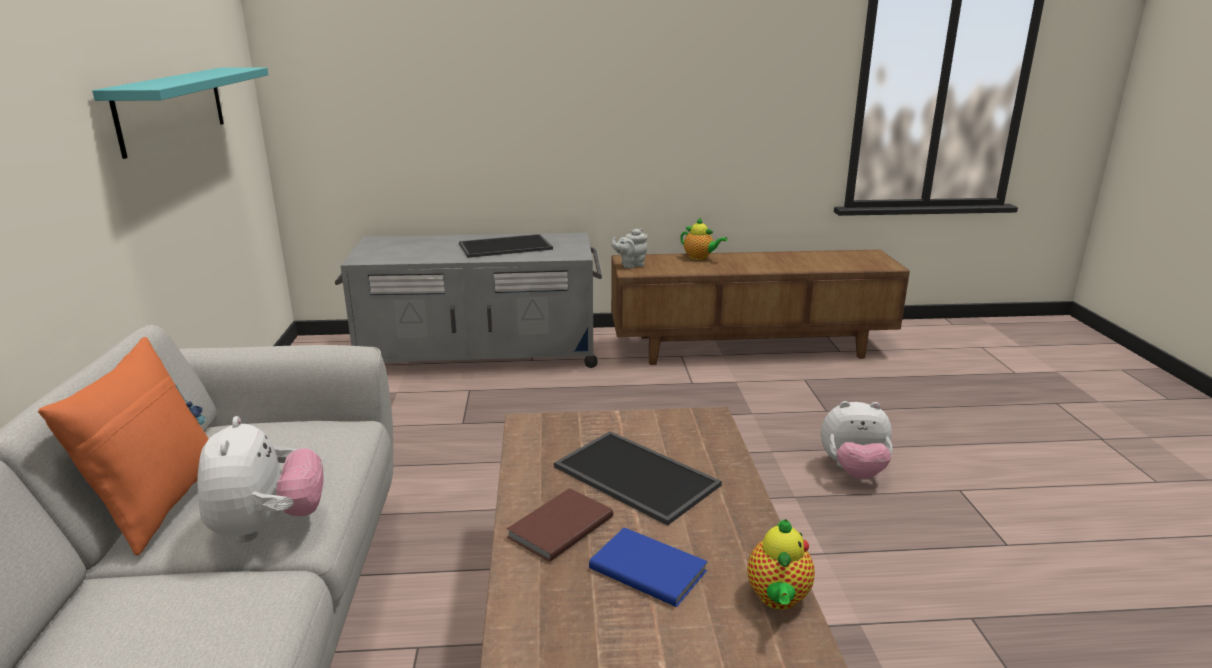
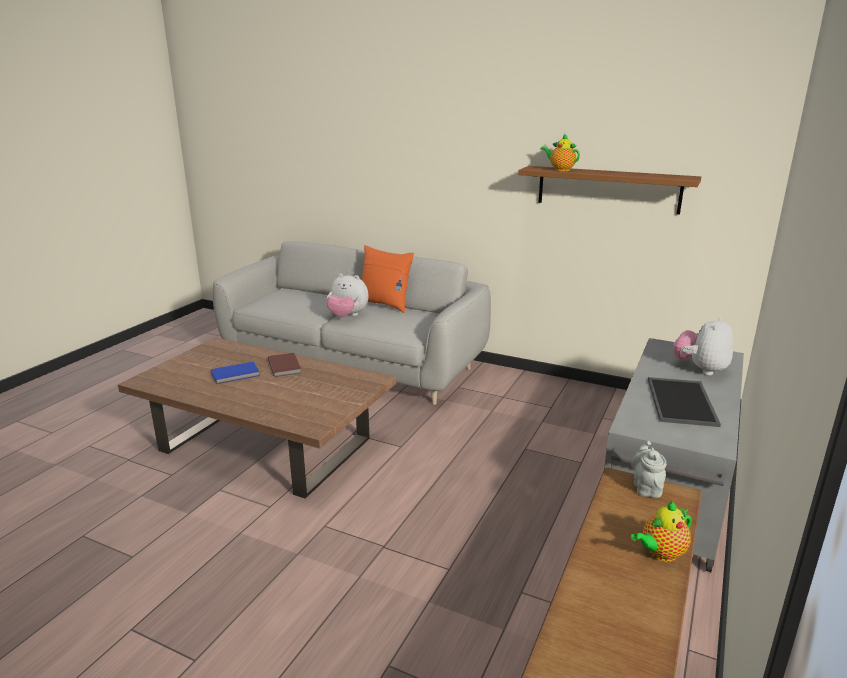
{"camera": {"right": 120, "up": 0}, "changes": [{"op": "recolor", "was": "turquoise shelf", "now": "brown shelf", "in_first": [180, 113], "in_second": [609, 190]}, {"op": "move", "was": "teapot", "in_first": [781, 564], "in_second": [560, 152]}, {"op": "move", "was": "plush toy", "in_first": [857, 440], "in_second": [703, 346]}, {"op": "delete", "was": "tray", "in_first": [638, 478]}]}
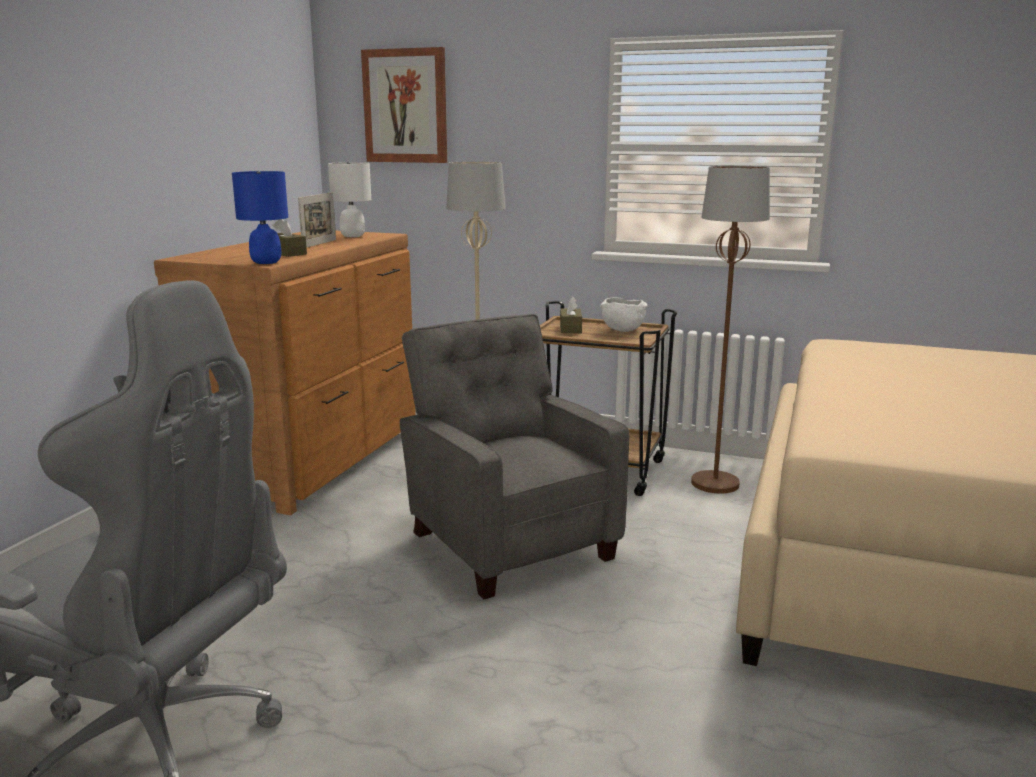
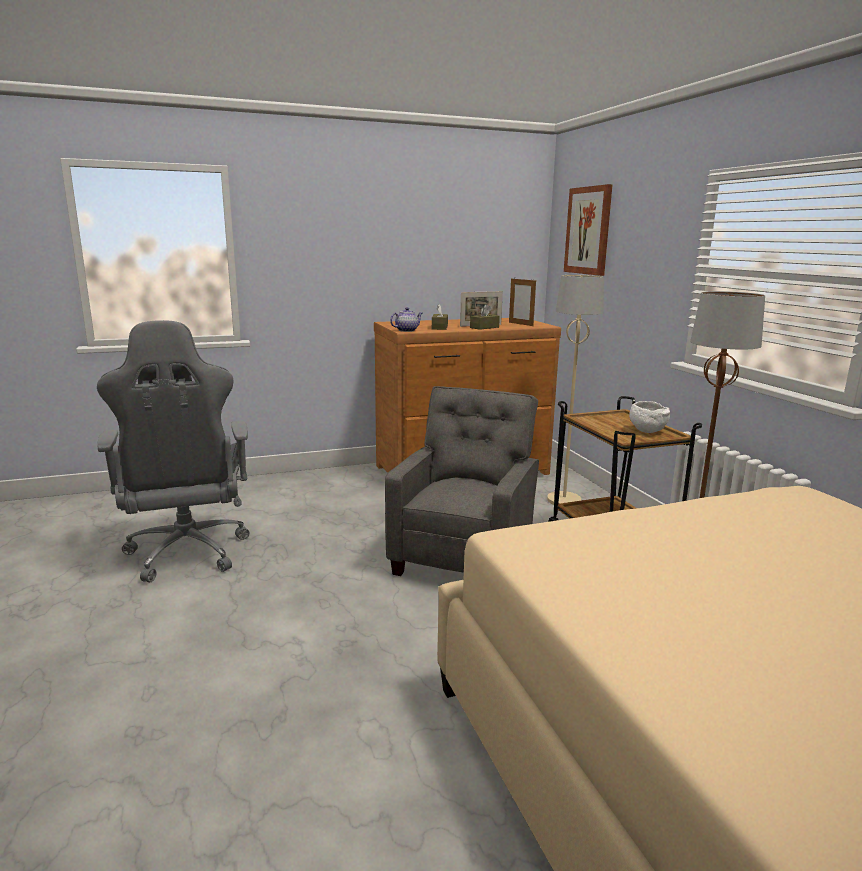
{"camera": {"right": 50, "up": 0}, "changes": [{"op": "replace", "was": "blue table lamp", "now": "teapot", "in_first": [260, 217], "in_second": [406, 319]}, {"op": "move", "was": "brown tissue box", "in_first": [571, 315], "in_second": [485, 317]}, {"op": "replace", "was": "white table lamp", "now": "picture frame", "in_first": [349, 199], "in_second": [522, 301]}]}
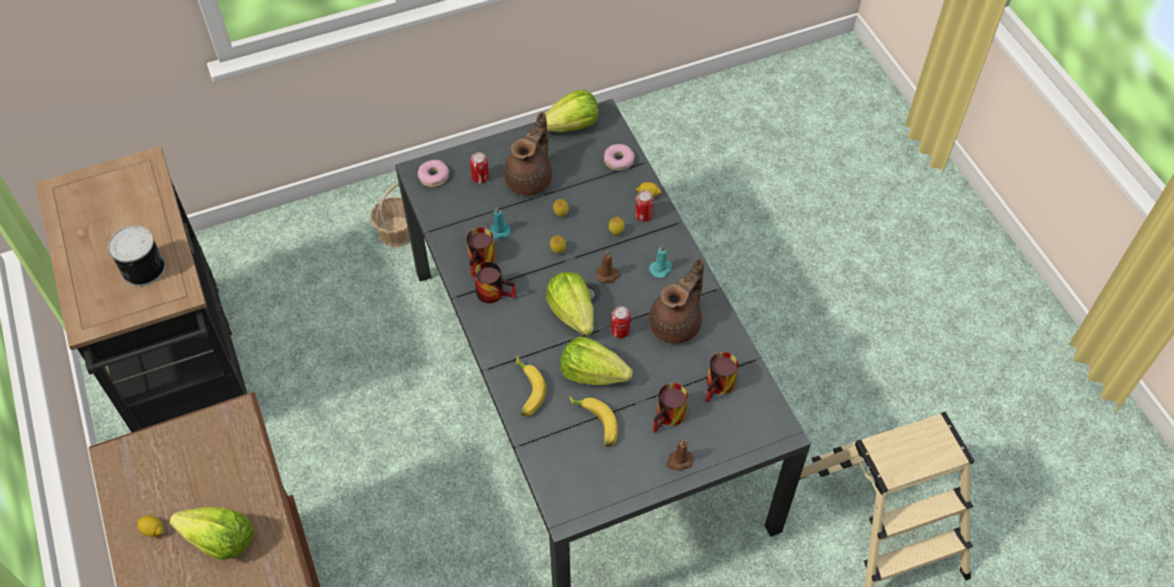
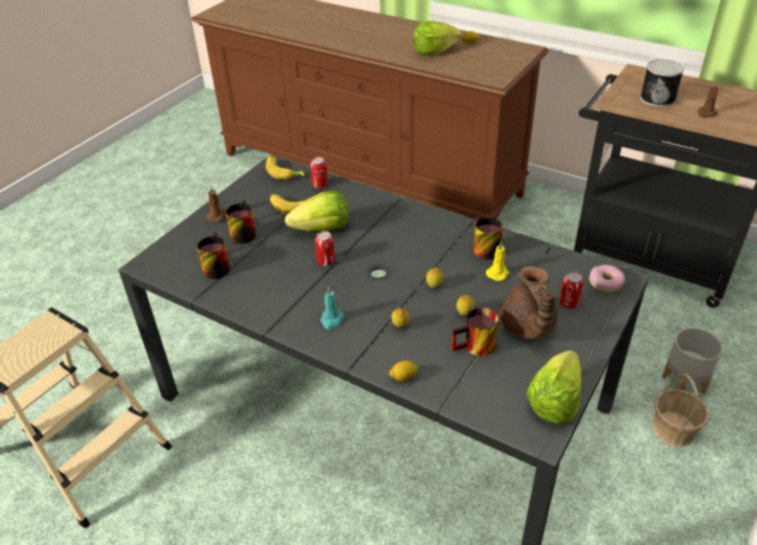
{"camera": {"right": 145, "up": -15}, "changes": [{"op": "move", "was": "banana", "in_first": [531, 386], "in_second": [285, 167]}, {"op": "move", "was": "can", "in_first": [644, 206], "in_second": [319, 172]}, {"op": "move", "was": "mug", "in_first": [495, 282], "in_second": [474, 331]}, {"op": "recolor", "was": "turquoise candle", "now": "yellow candle", "in_first": [500, 223], "in_second": [497, 261]}, {"op": "insert", "now": "grey planter", "in_second": [692, 361]}, {"op": "move", "was": "brown candle", "in_first": [608, 267], "in_second": [707, 99]}, {"op": "delete", "was": "lettuce", "in_first": [570, 304]}, {"op": "delete", "was": "donut", "in_first": [619, 157]}, {"op": "delete", "was": "brown teapot", "in_first": [676, 301]}]}
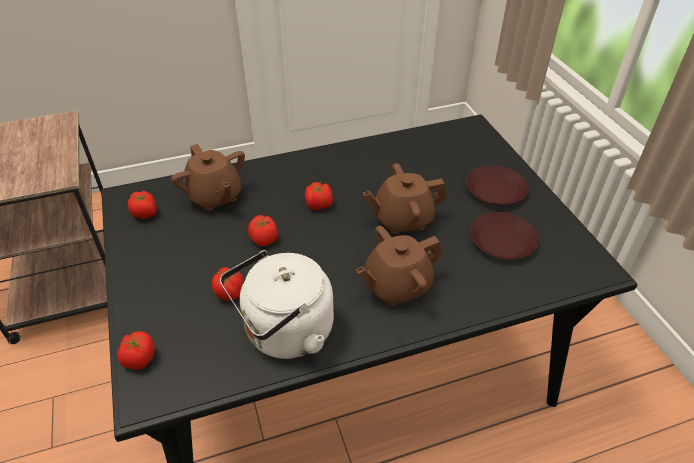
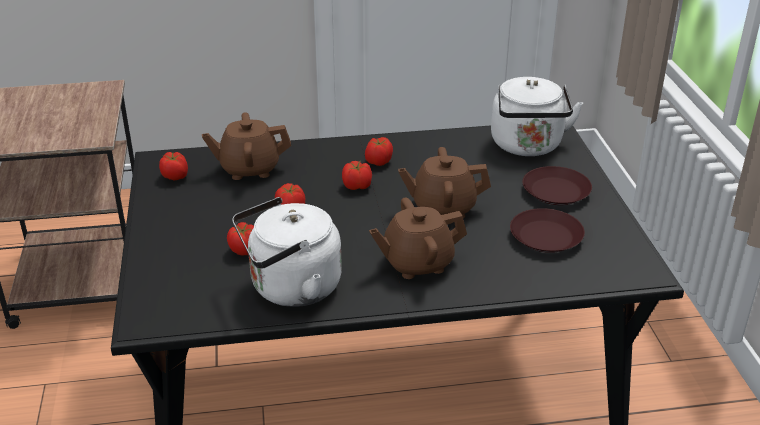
{"camera": {"right": 10, "up": -10}, "changes": [{"op": "rotate", "was": "brown teapot", "in_first": [208, 177], "in_second": [246, 146], "clockwise": 105}, {"op": "move", "was": "tomato", "in_first": [136, 350], "in_second": [379, 151]}, {"op": "insert", "now": "white kettle", "in_second": [537, 116]}]}
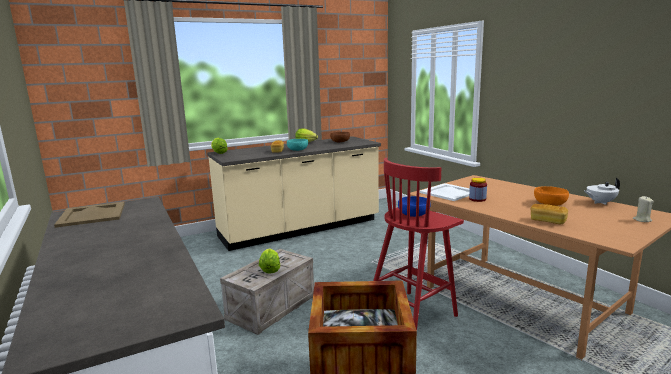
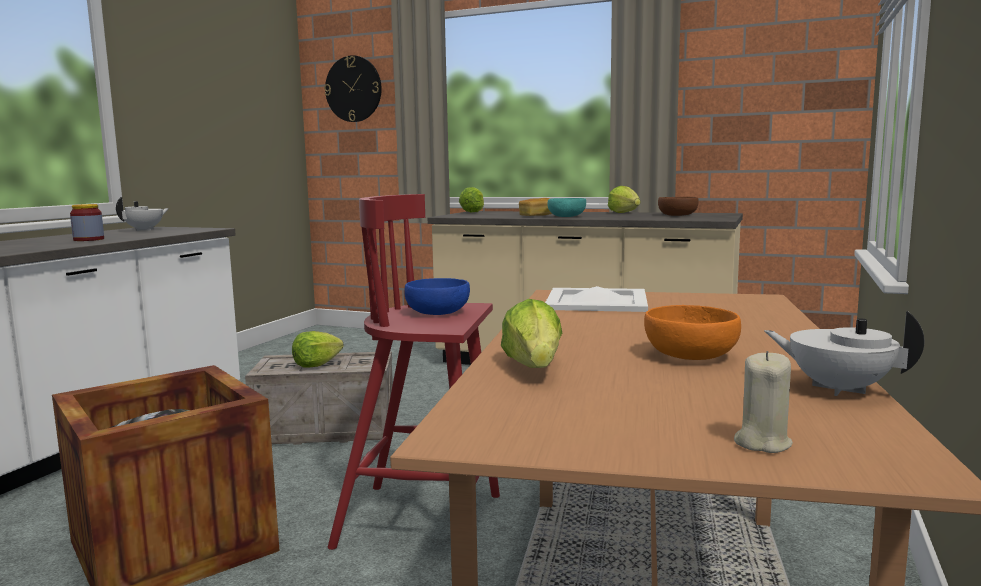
{"camera": {"right": 50, "up": -5}, "changes": [{"op": "move", "was": "jar", "in_first": [478, 190], "in_second": [87, 222]}, {"op": "replace", "was": "beige tray", "now": "white teapot", "in_first": [89, 215], "in_second": [142, 214]}, {"op": "insert", "now": "wall clock", "in_second": [353, 88]}, {"op": "replace", "was": "bread", "now": "lettuce", "in_first": [549, 214], "in_second": [531, 333]}]}
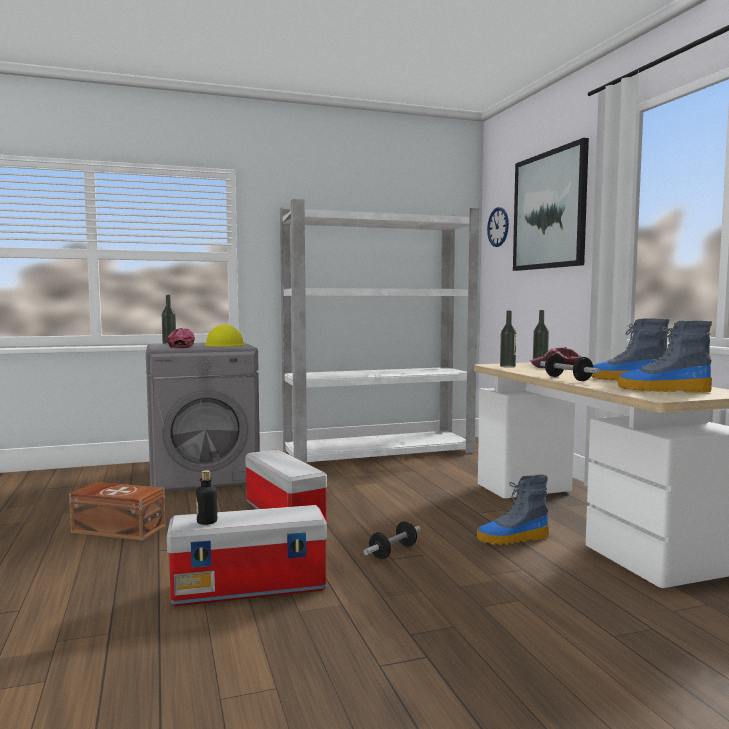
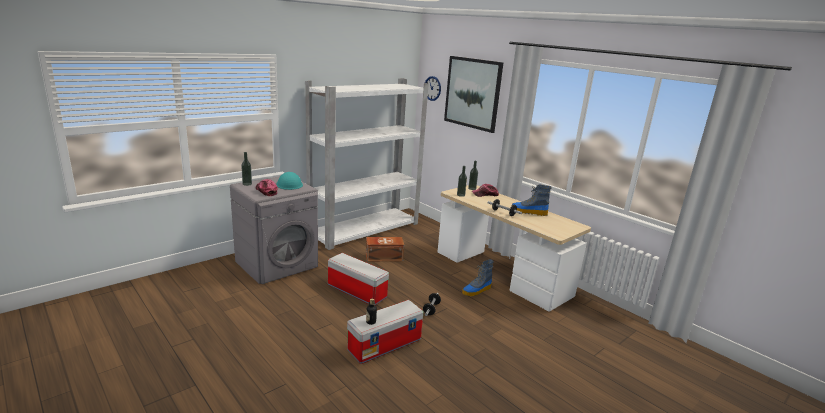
{"camera": {"right": -25, "up": 15}, "changes": [{"op": "recolor", "was": "yellow hard hat", "now": "turquoise hard hat", "in_first": [224, 335], "in_second": [289, 181]}, {"op": "move", "was": "brown storage box", "in_first": [117, 511], "in_second": [385, 249]}, {"op": "delete", "was": "boot", "in_first": [665, 357]}]}
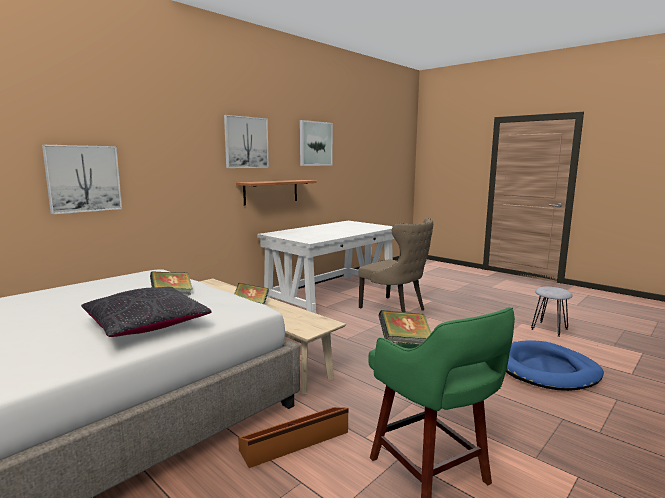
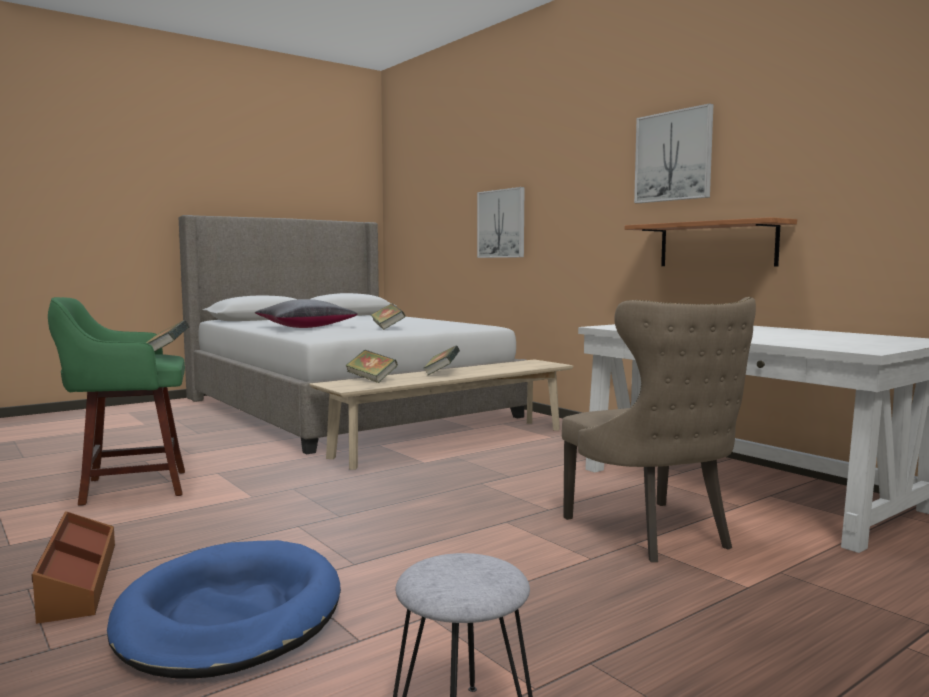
{"camera": {"right": 100, "up": -5}, "changes": [{"op": "move", "was": "brown storage box", "in_first": [293, 437], "in_second": [73, 567]}, {"op": "insert", "now": "book", "in_second": [371, 366]}, {"op": "rotate", "was": "beige chair", "in_first": [395, 265], "in_second": [659, 429], "clockwise": -75}, {"op": "delete", "was": "picture", "in_first": [316, 143]}]}
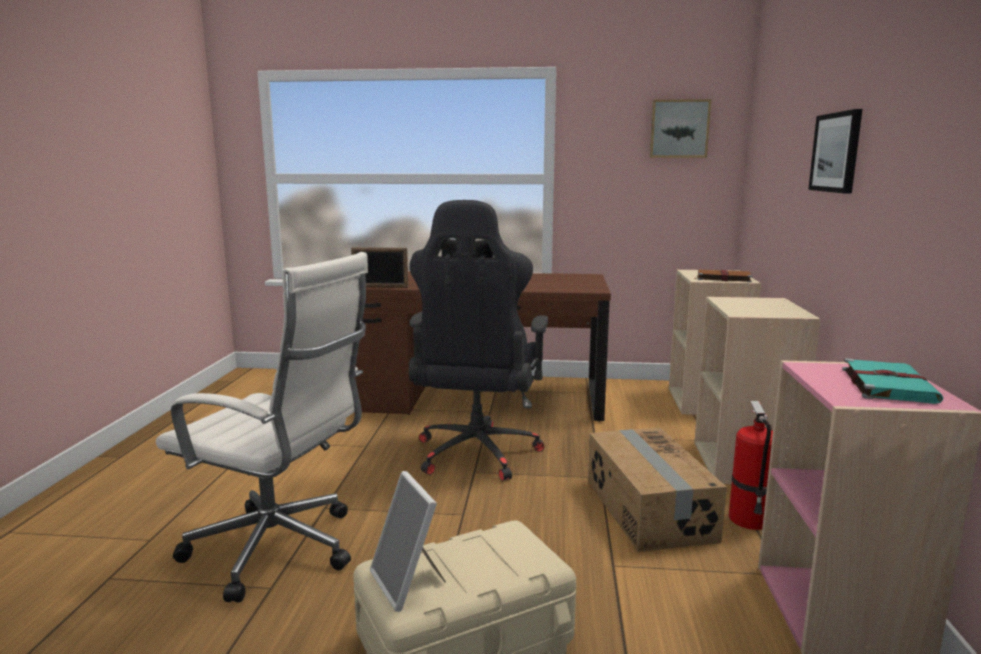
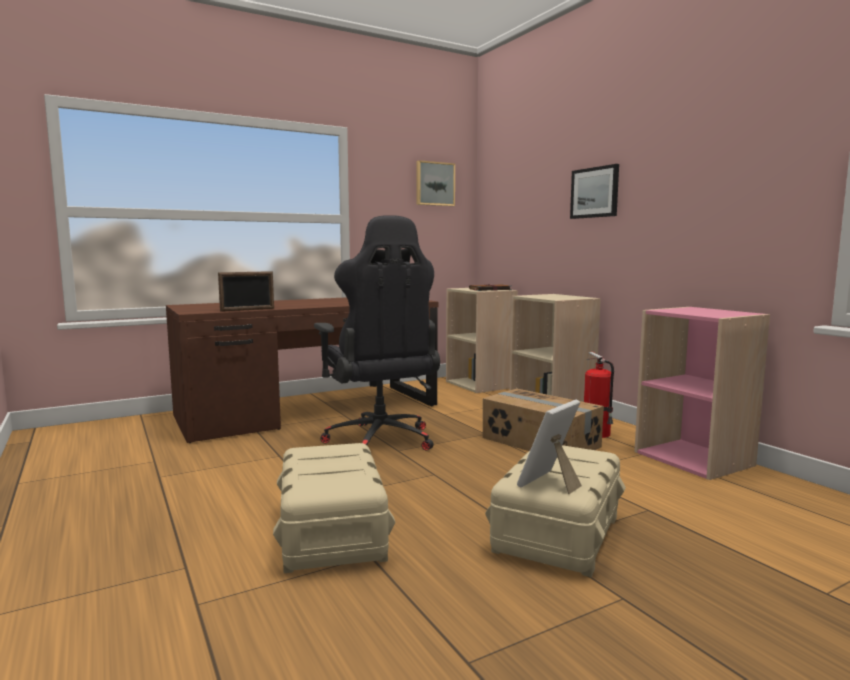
{"camera": {"right": -35, "up": -5}, "changes": [{"op": "replace", "was": "white office chair", "now": "beige storage box", "in_first": [262, 427], "in_second": [334, 508]}, {"op": "rotate", "was": "picture frame", "in_first": [408, 541], "in_second": [549, 447], "clockwise": 105}, {"op": "delete", "was": "turquoise book", "in_first": [892, 381]}]}
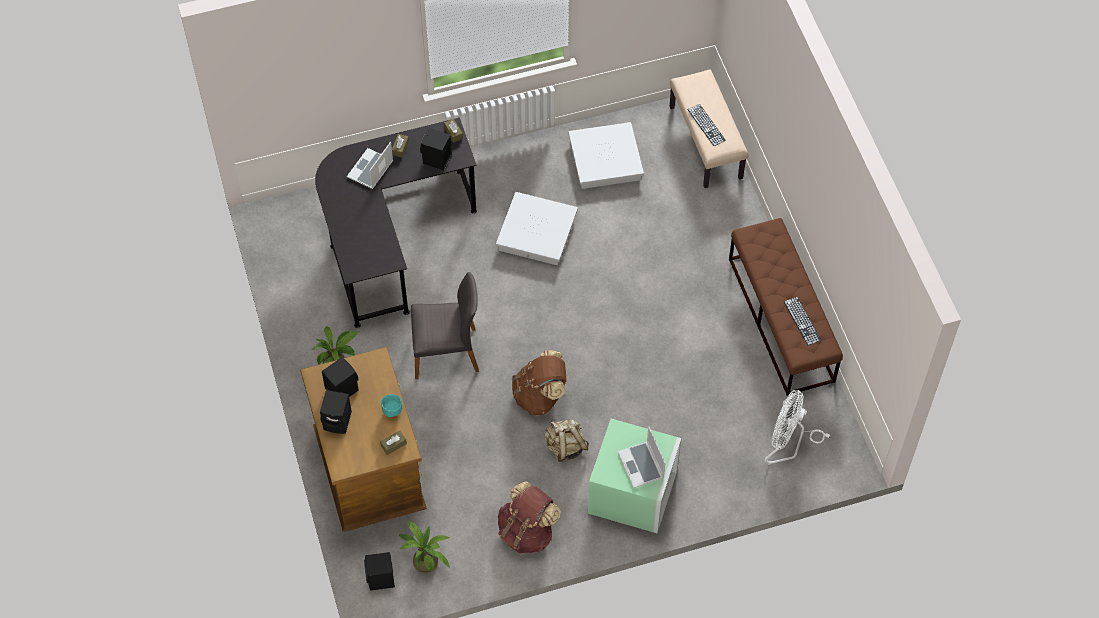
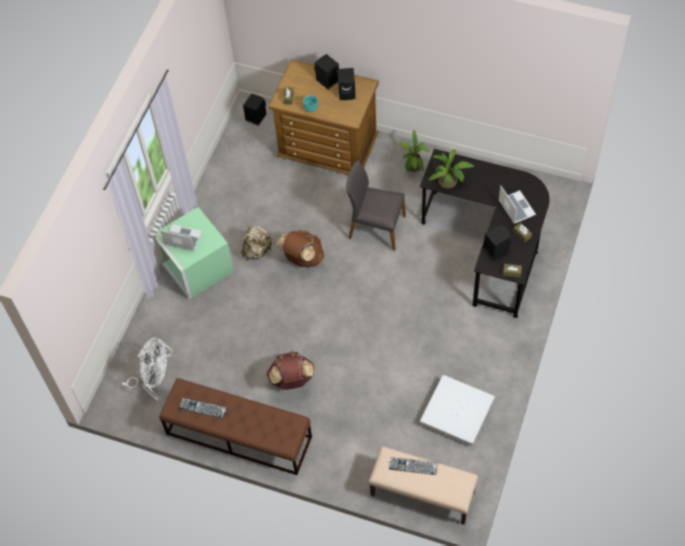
{"camera": {"right": 130, "up": 0}, "changes": [{"op": "rotate", "was": "white fan", "in_first": [798, 427], "in_second": [147, 369], "clockwise": 45}, {"op": "move", "was": "brown backpack", "in_first": [529, 518], "in_second": [291, 370]}, {"op": "rotate", "was": "grey chair", "in_first": [445, 325], "in_second": [376, 206], "clockwise": 75}, {"op": "move", "was": "potted plant", "in_first": [424, 546], "in_second": [451, 168]}, {"op": "delete", "was": "white storage box", "in_first": [537, 228]}]}
